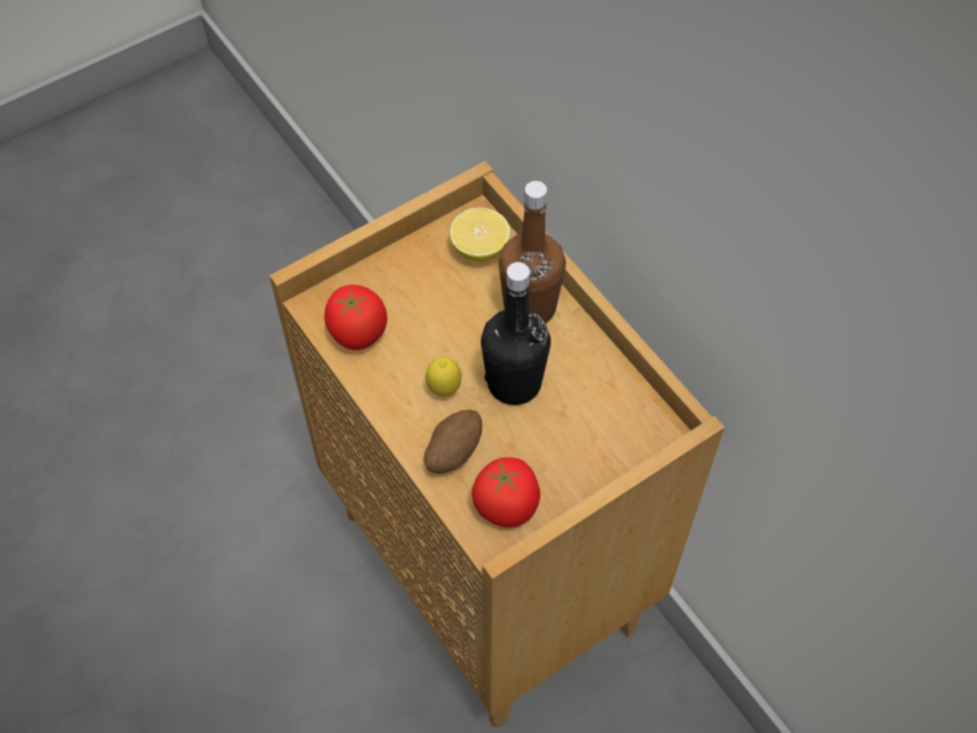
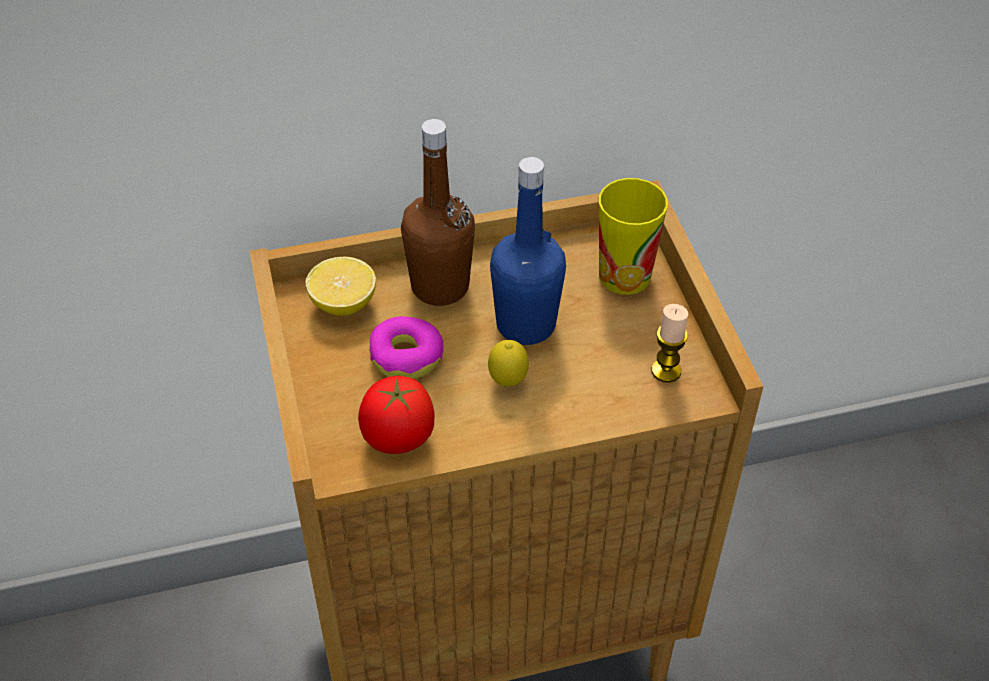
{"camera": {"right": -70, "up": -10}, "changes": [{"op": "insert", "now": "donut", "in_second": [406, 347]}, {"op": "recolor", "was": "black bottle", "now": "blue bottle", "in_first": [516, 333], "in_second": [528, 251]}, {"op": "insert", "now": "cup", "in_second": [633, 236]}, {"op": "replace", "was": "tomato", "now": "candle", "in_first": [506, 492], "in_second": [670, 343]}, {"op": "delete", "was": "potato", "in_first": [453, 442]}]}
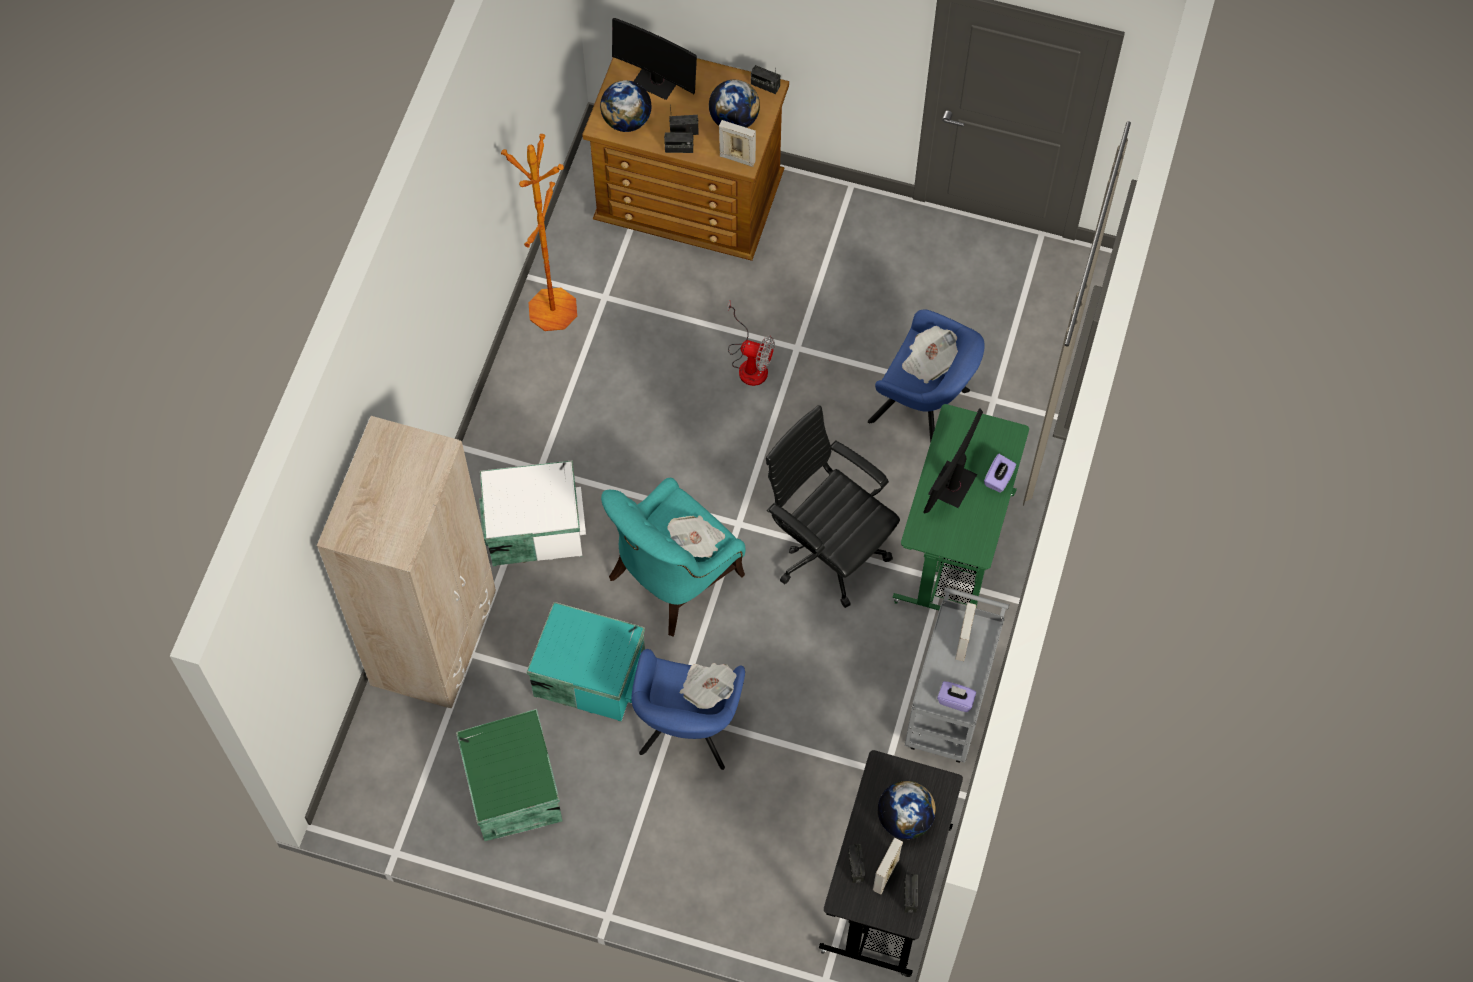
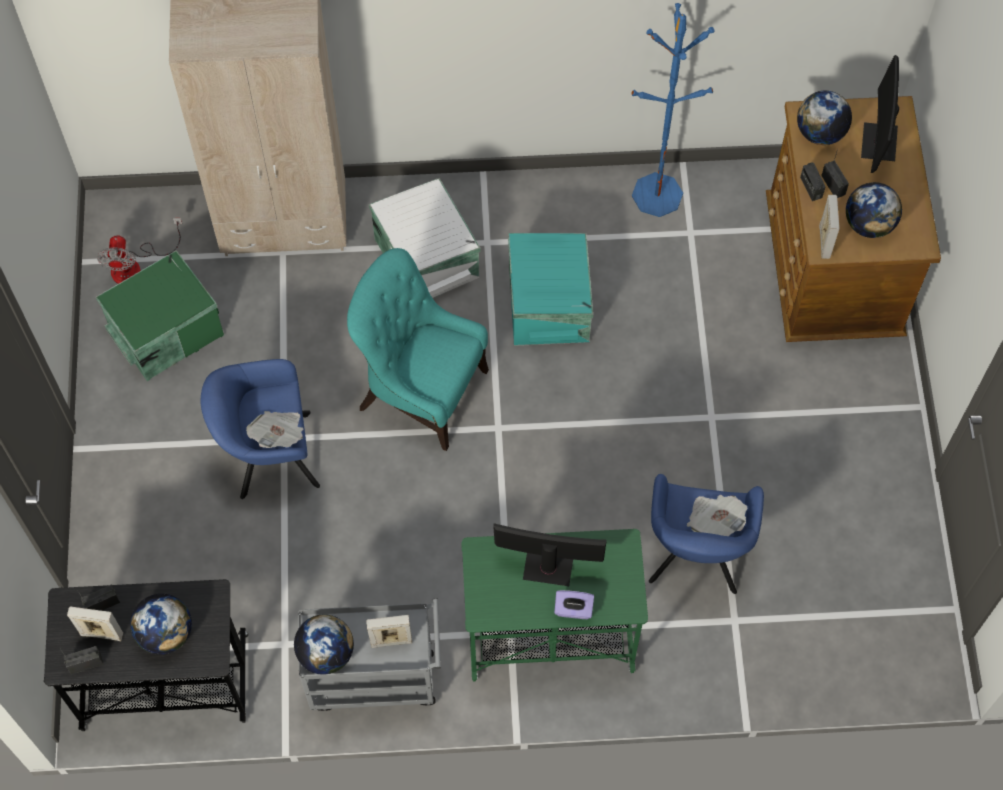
{"camera": {"right": 70, "up": 0}, "changes": [{"op": "move", "was": "fan", "in_first": [751, 343], "in_second": [139, 251]}, {"op": "replace", "was": "purple tissue box", "now": "globe", "in_first": [956, 696], "in_second": [324, 644]}, {"op": "move", "was": "turquoise storage box", "in_first": [586, 662], "in_second": [550, 289]}, {"op": "recolor", "was": "orange clothes rack", "now": "blue clothes rack", "in_first": [539, 232], "in_second": [673, 110]}, {"op": "delete", "was": "newspaper", "in_first": [696, 536]}, {"op": "delete", "was": "radio", "in_first": [765, 79]}, {"op": "delete", "was": "black office chair", "in_first": [833, 506]}]}
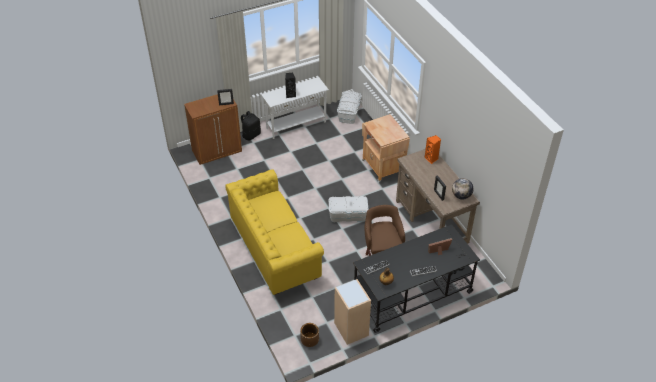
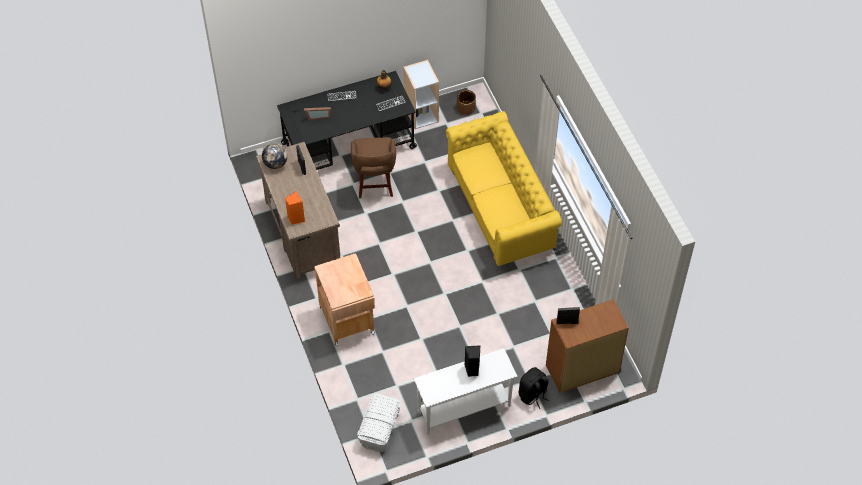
{"camera": {"right": -175, "up": 10}, "changes": [{"op": "delete", "was": "white storage box", "in_first": [349, 209]}]}
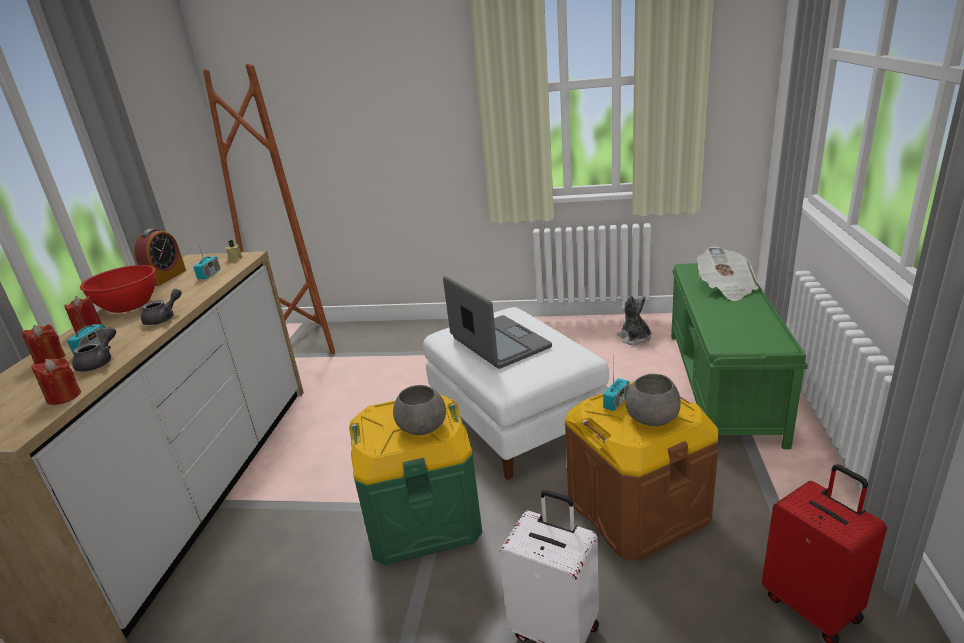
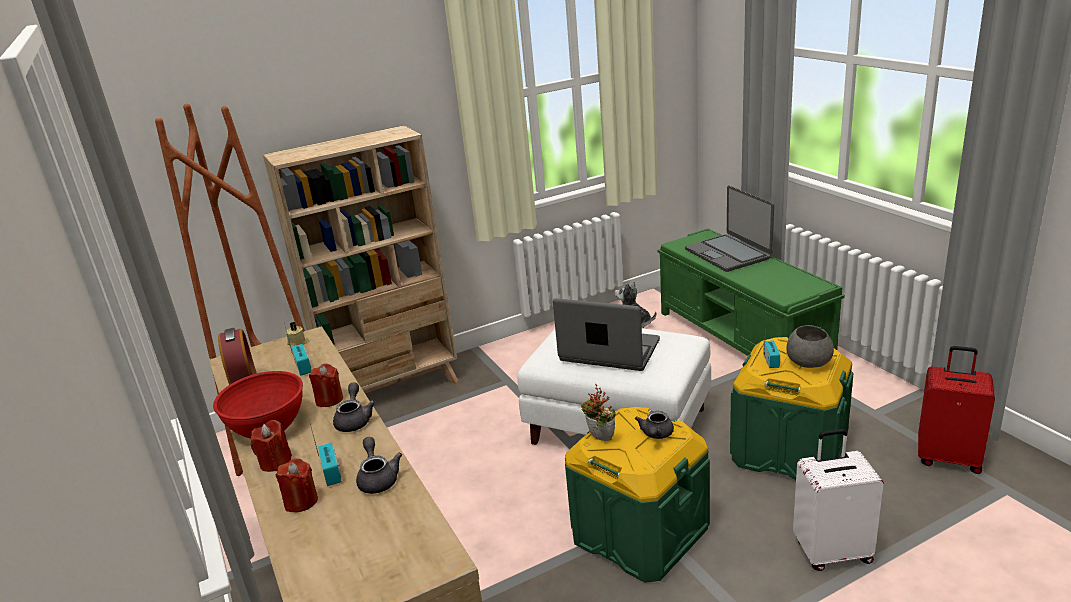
{"camera": {"right": -35, "up": 0}, "changes": [{"op": "insert", "now": "beige bookcase", "in_second": [360, 259]}, {"op": "move", "was": "red candle", "in_first": [56, 381], "in_second": [326, 385]}, {"op": "insert", "now": "potted plant", "in_second": [598, 412]}, {"op": "replace", "was": "grey bowl", "now": "grey teapot", "in_first": [419, 410], "in_second": [654, 425]}, {"op": "replace", "was": "newspaper", "now": "laptop", "in_first": [728, 273], "in_second": [729, 228]}, {"op": "recolor", "was": "brown storage box", "now": "green storage box", "in_first": [641, 471], "in_second": [792, 408]}]}
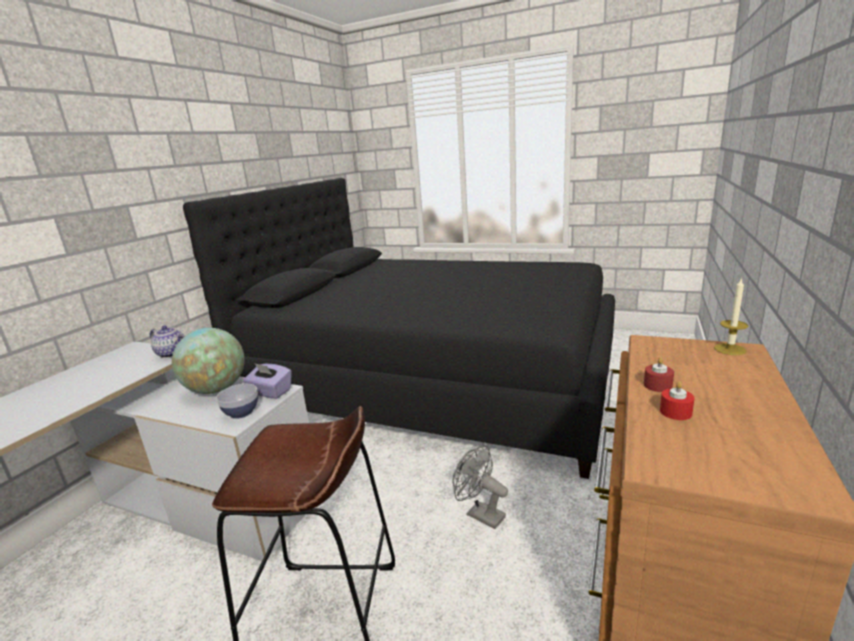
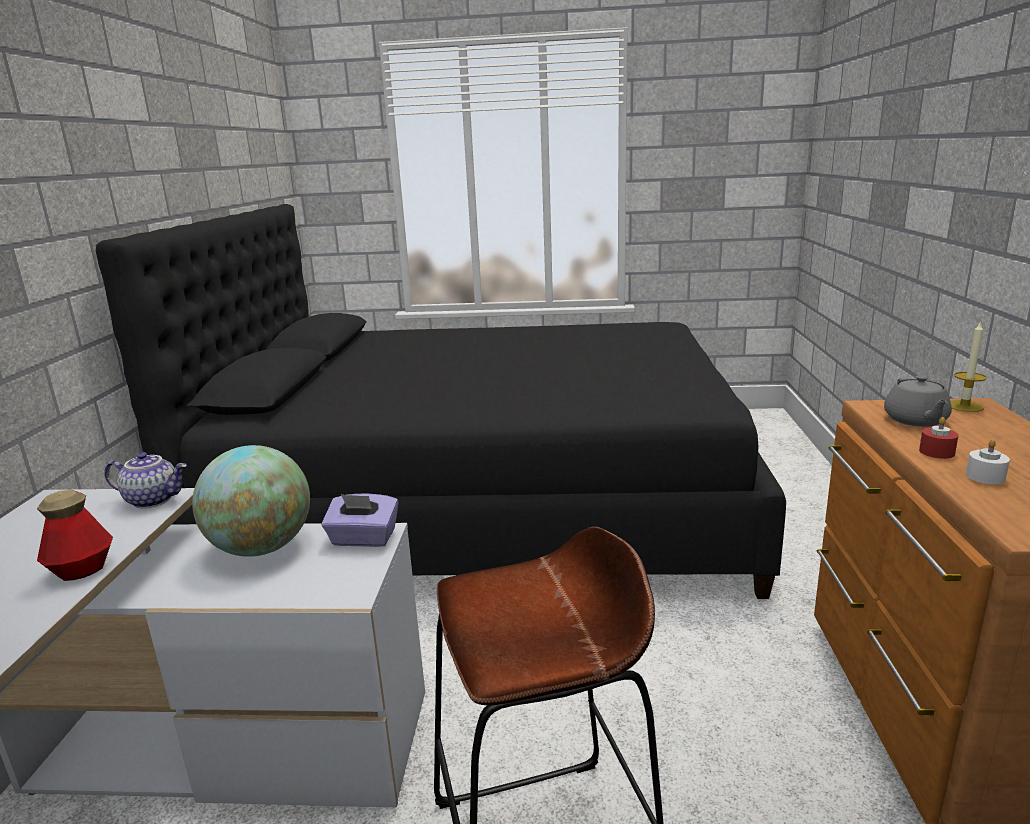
{"camera": {"right": -20, "up": 0}, "changes": [{"op": "insert", "now": "bottle", "in_second": [75, 535]}, {"op": "insert", "now": "grey teapot", "in_second": [918, 401]}, {"op": "recolor", "was": "red candle", "now": "white candle", "in_first": [677, 400], "in_second": [988, 461]}, {"op": "delete", "was": "bowl", "in_first": [237, 401]}, {"op": "delete", "was": "grey fan", "in_first": [480, 487]}]}
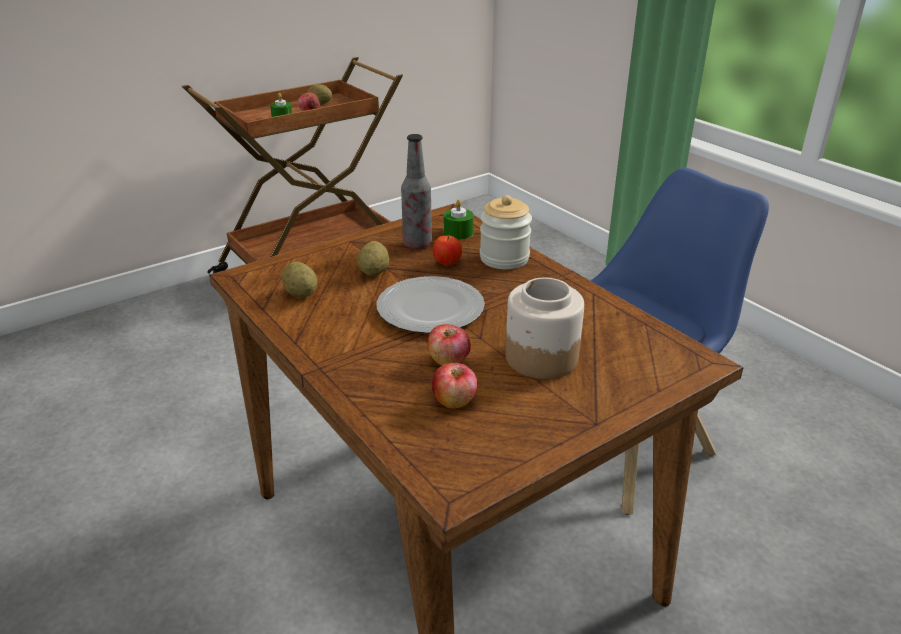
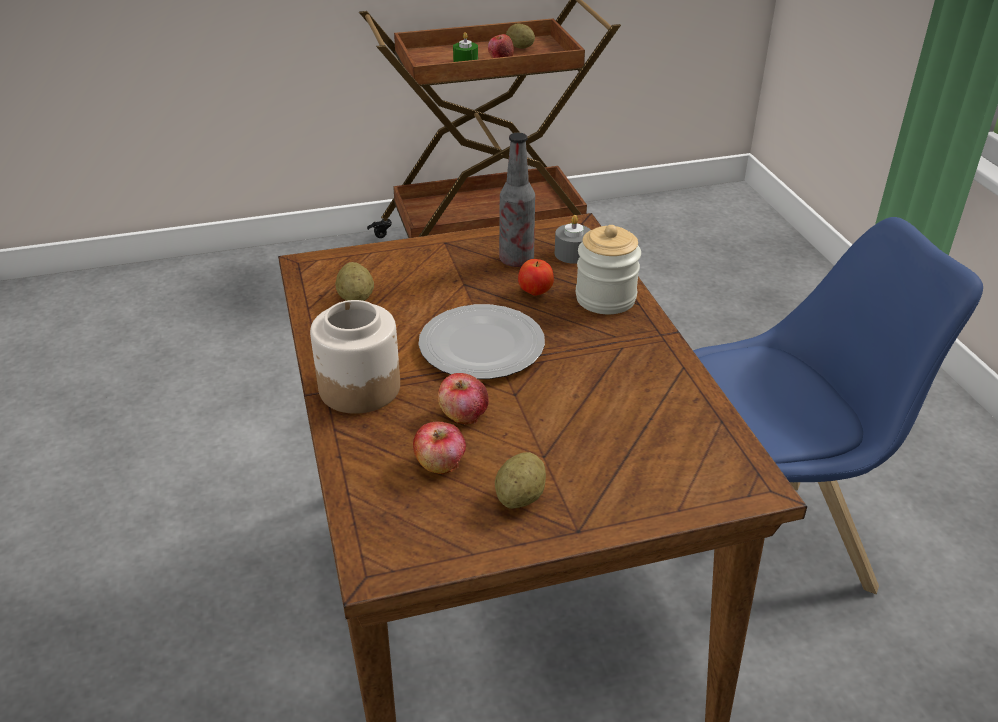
{"camera": {"right": 20, "up": 5}, "changes": [{"op": "move", "was": "jar", "in_first": [544, 328], "in_second": [355, 357]}, {"op": "move", "was": "potato", "in_first": [373, 258], "in_second": [520, 480]}, {"op": "recolor", "was": "green candle", "now": "grey candle", "in_first": [458, 219], "in_second": [572, 239]}]}
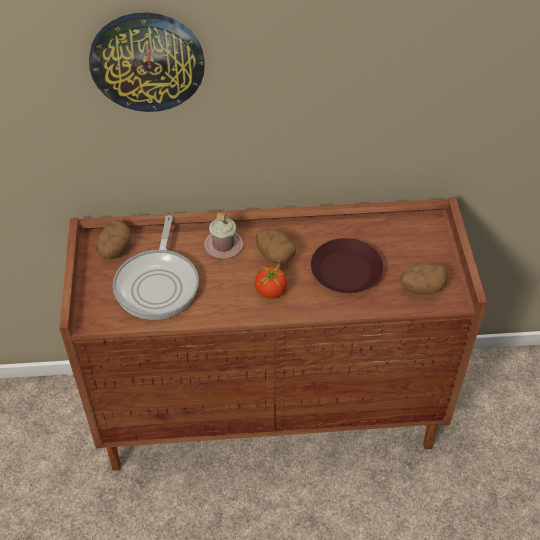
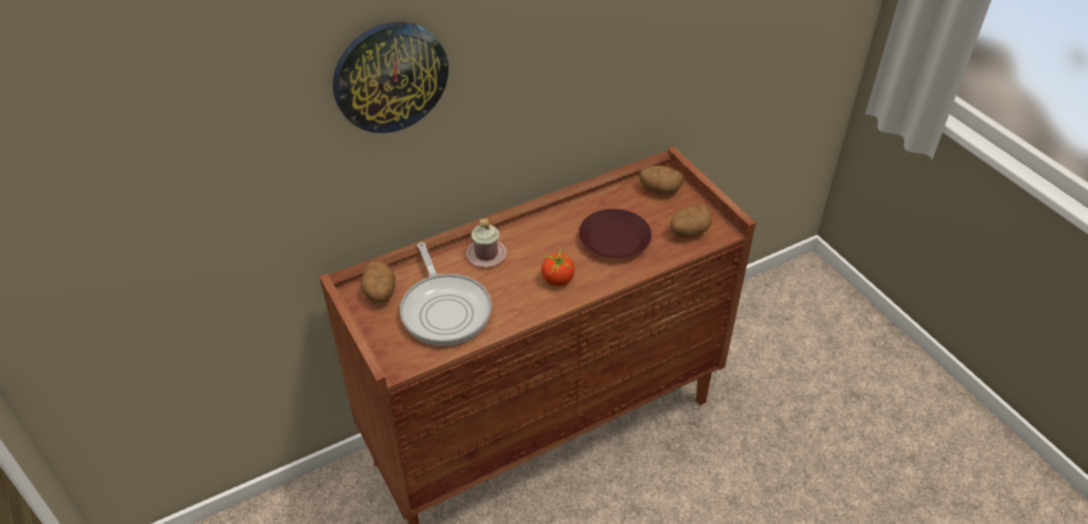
{"camera": {"right": -25, "up": -5}, "changes": [{"op": "move", "was": "potato", "in_first": [276, 246], "in_second": [661, 180]}]}
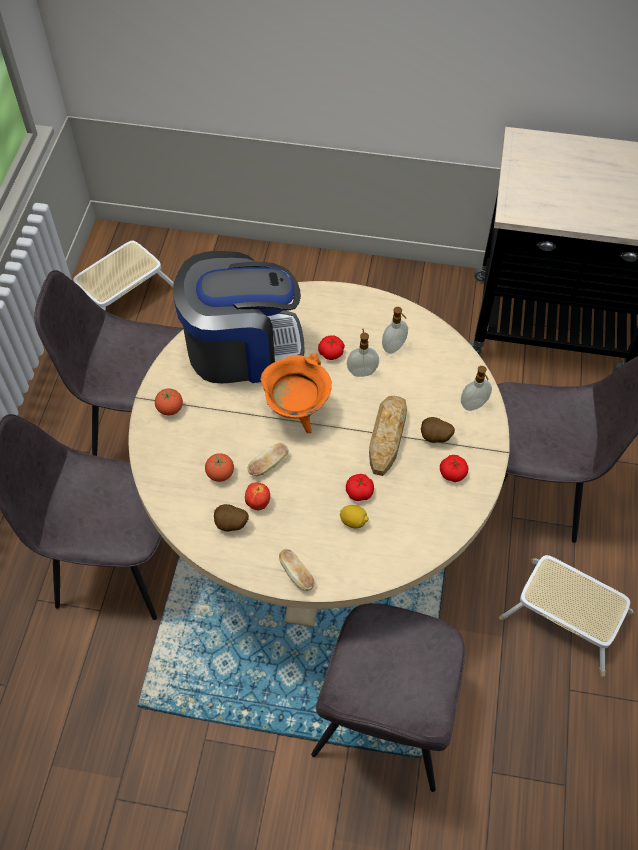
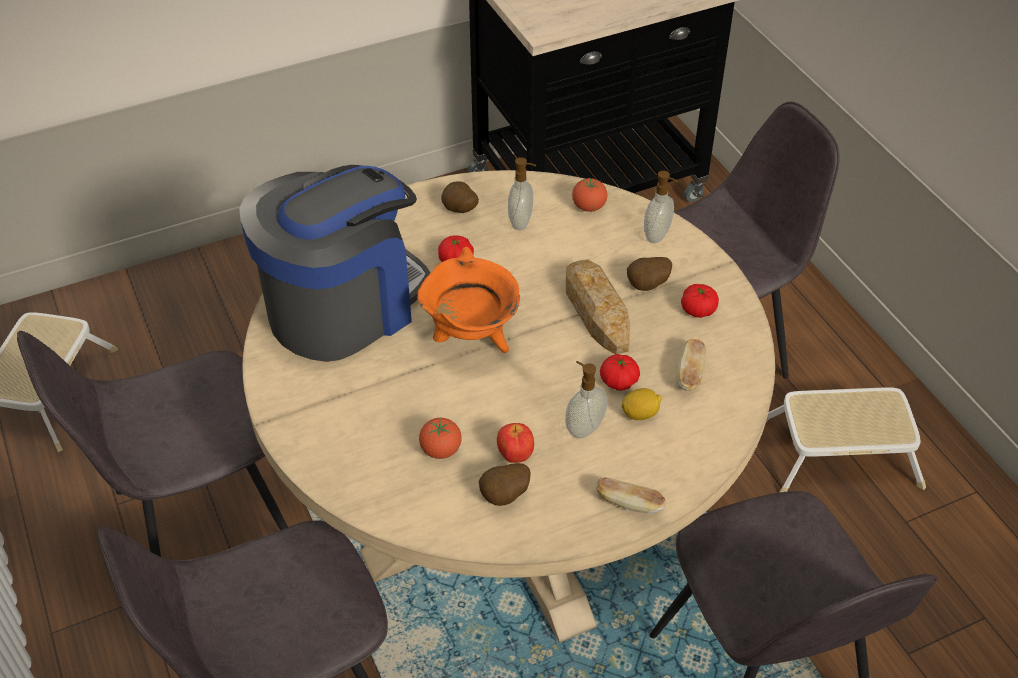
{"camera": {"right": -35, "up": -10}, "changes": [{"op": "insert", "now": "potato", "in_second": [460, 197]}, {"op": "move", "was": "soap dispenser", "in_first": [363, 353], "in_second": [586, 399]}, {"op": "move", "was": "tomato", "in_first": [169, 401], "in_second": [589, 195]}, {"op": "move", "was": "bread", "in_first": [268, 459], "in_second": [691, 365]}]}
